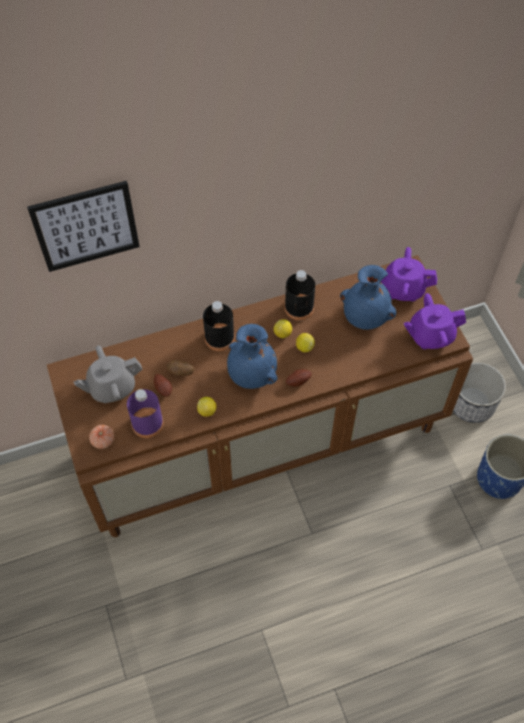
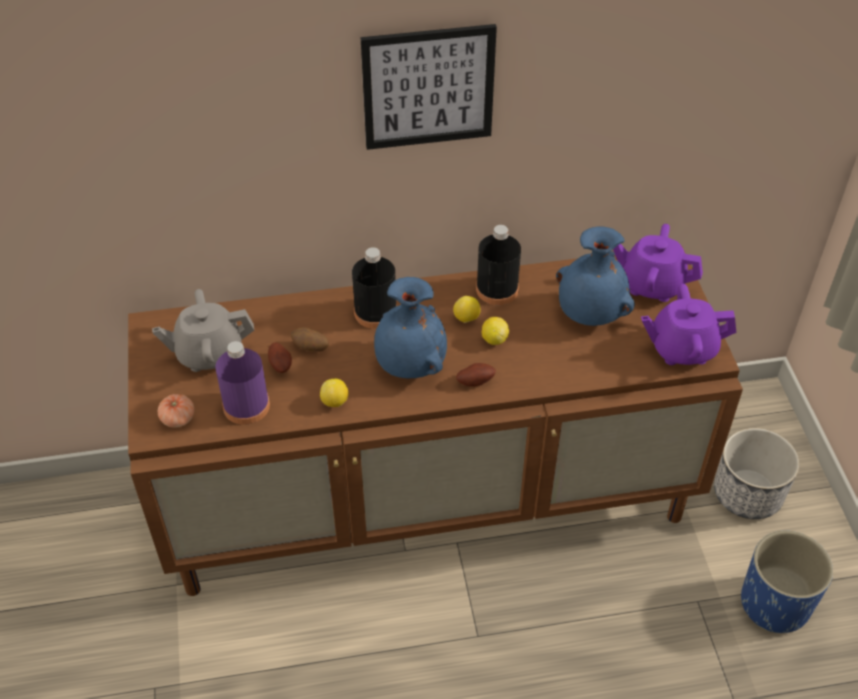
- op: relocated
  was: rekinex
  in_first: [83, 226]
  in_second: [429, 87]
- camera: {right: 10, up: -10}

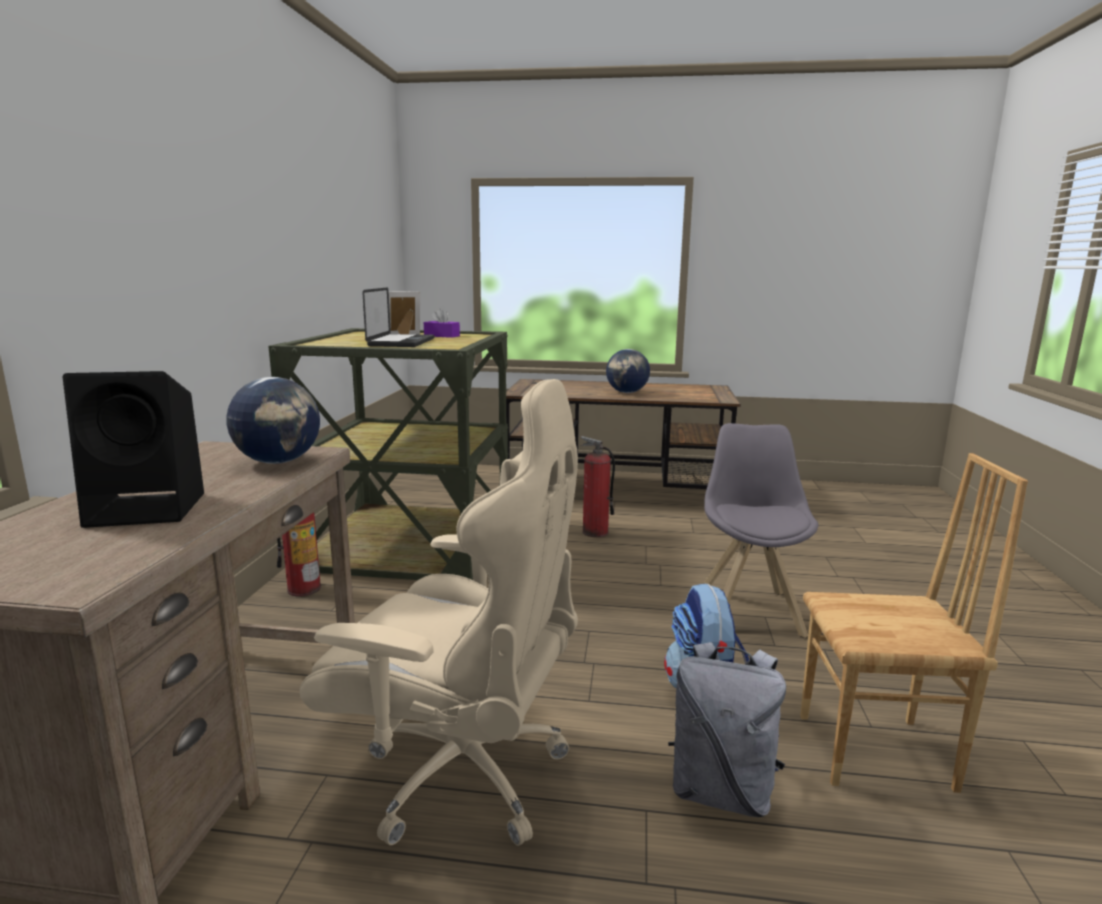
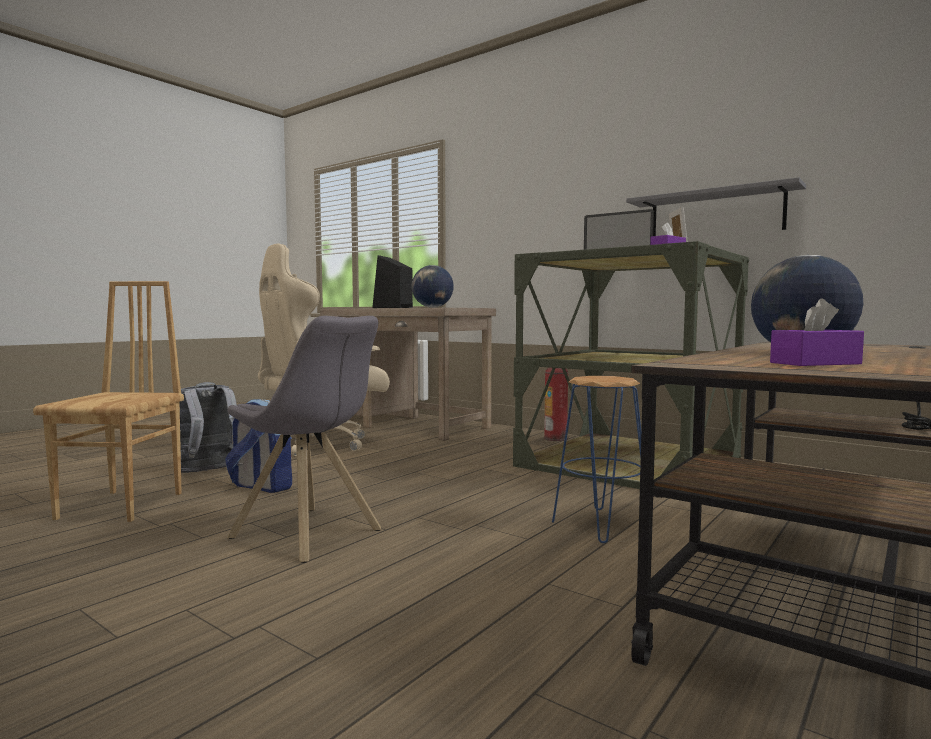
- op: spun
  was: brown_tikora
  in_first: [914, 623]
  in_second: [108, 401]
  clockwise: 150
- op: exchanged
  was: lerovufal
  now: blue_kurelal
  in_first: [597, 486]
  in_second: [596, 459]
- op: appeared
  now: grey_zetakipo
  in_second: [716, 206]
- op: appeared
  now: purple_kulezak
  in_second: [817, 332]
- camera: {right: 120, up: -10}

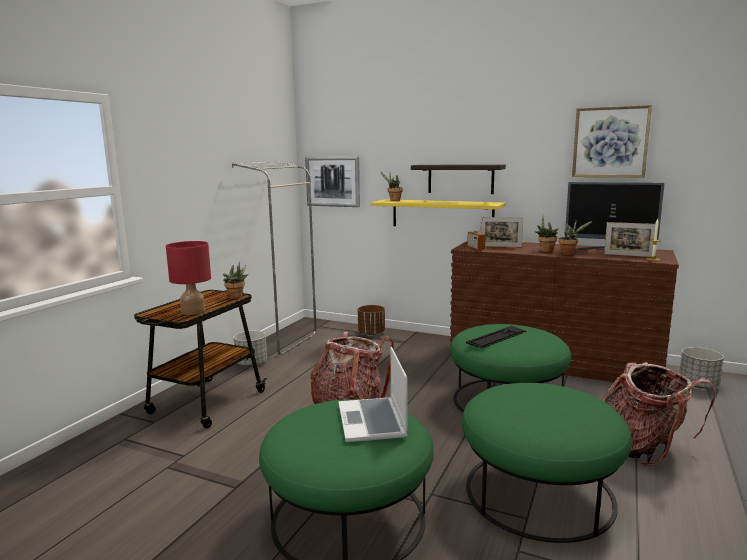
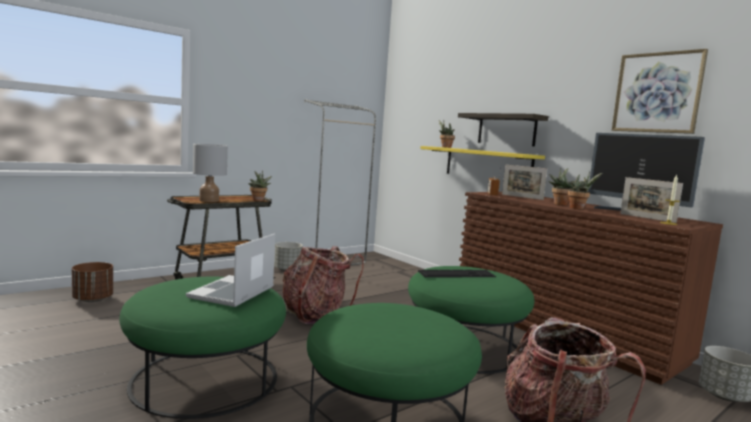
- op: relocated
  was: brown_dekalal
  in_first: [371, 320]
  in_second: [92, 282]
- op: colour
  was: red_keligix
  now: grey_keligix
  in_first: [188, 278]
  in_second: [210, 173]
- op: missing
  was: rekinex
  in_first: [332, 182]
- camera: {right: 25, up: -5}

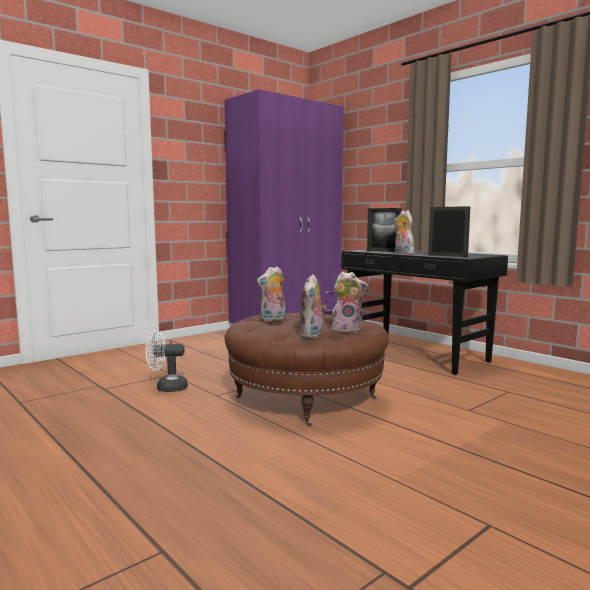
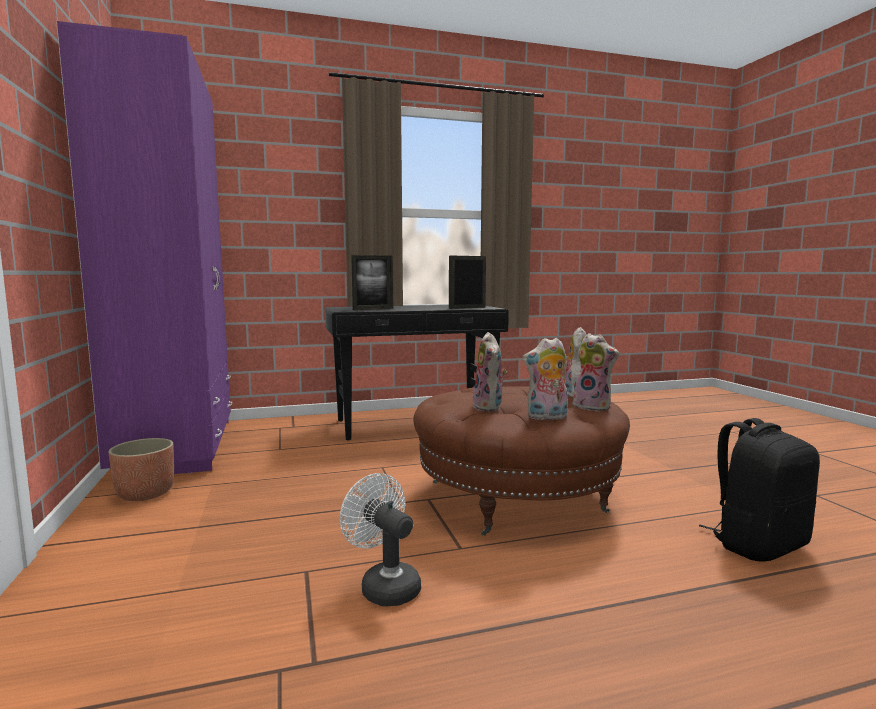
- op: appeared
  now: dekalal
  in_second: [141, 469]
- op: spun
  was: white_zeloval
  in_first: [166, 361]
  in_second: [380, 539]
  clockwise: 120
- op: relocated
  was: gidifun
  in_first: [404, 232]
  in_second: [545, 378]
- op: appeared
  now: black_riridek
  in_second: [759, 490]
- camera: {right: -65, up: 0}

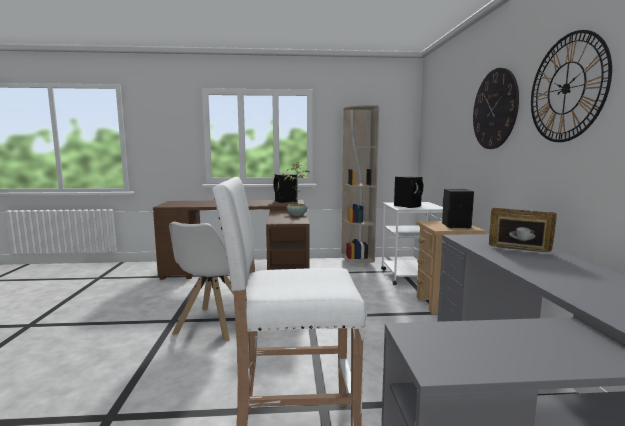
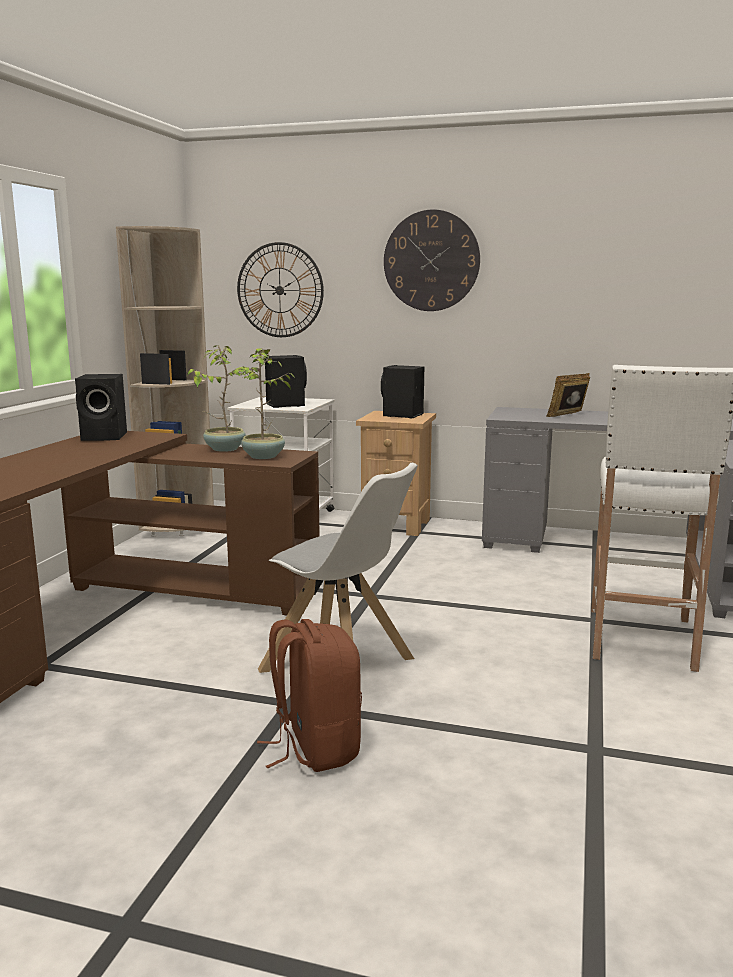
- op: appeared
  now: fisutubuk
  in_second: [264, 403]
- op: relocated
  was: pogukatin
  in_first: [571, 86]
  in_second: [280, 289]
- op: appeared
  now: brown_riridek
  in_second: [309, 695]
- camera: {right: -70, up: 5}

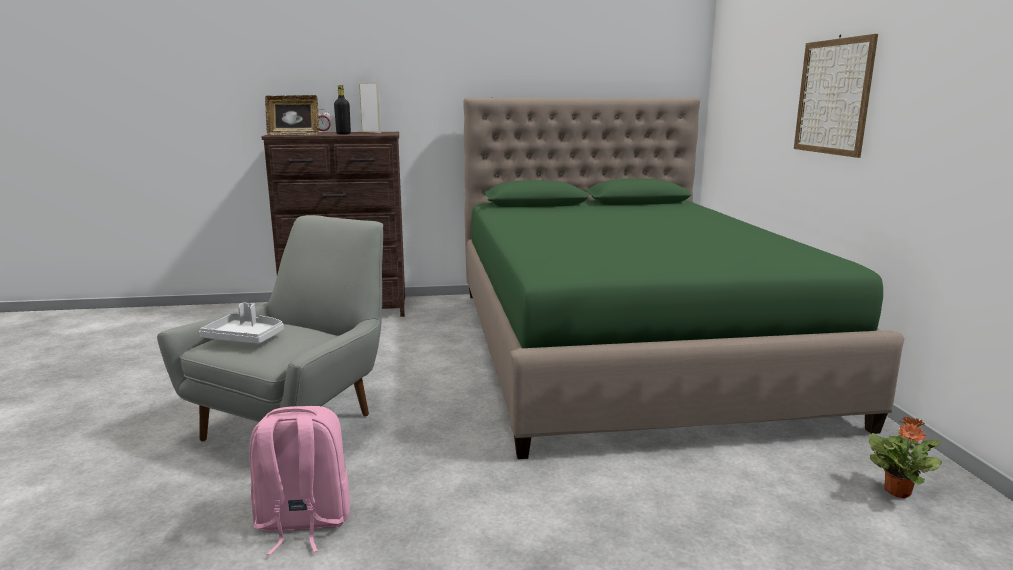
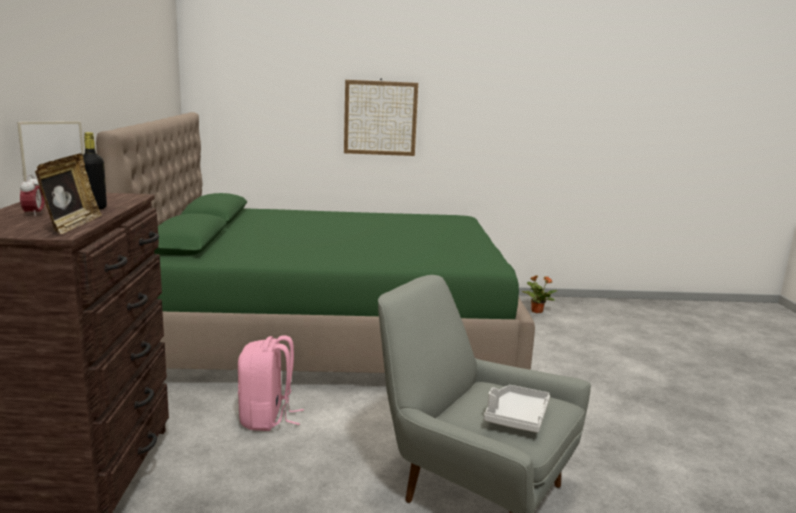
- op: relocated
  was: pink_riridek
  in_first: [299, 480]
  in_second: [271, 383]
- camera: {right: -85, up: 0}

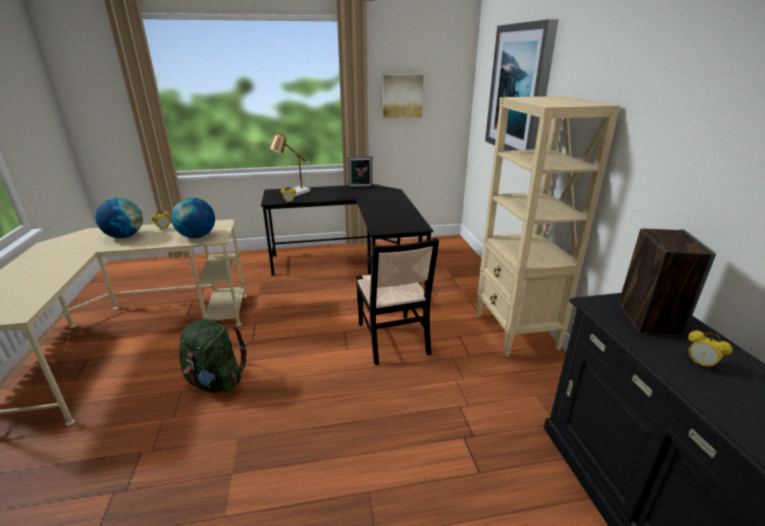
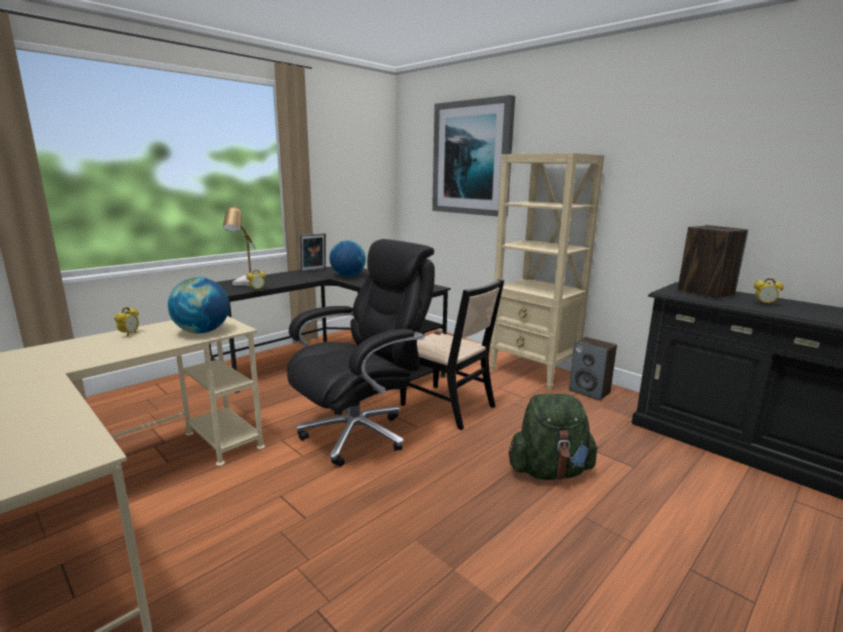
- op: appeared
  now: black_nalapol
  in_second: [361, 352]
- op: relocated
  was: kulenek
  in_first: [119, 218]
  in_second: [347, 258]
- op: relocated
  was: green_riridek
  in_first: [213, 355]
  in_second: [553, 437]
- op: appeared
  now: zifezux
  in_second: [593, 369]
- op: missing
  was: rekinex
  in_first: [403, 96]
- camera: {right: -35, up: -10}

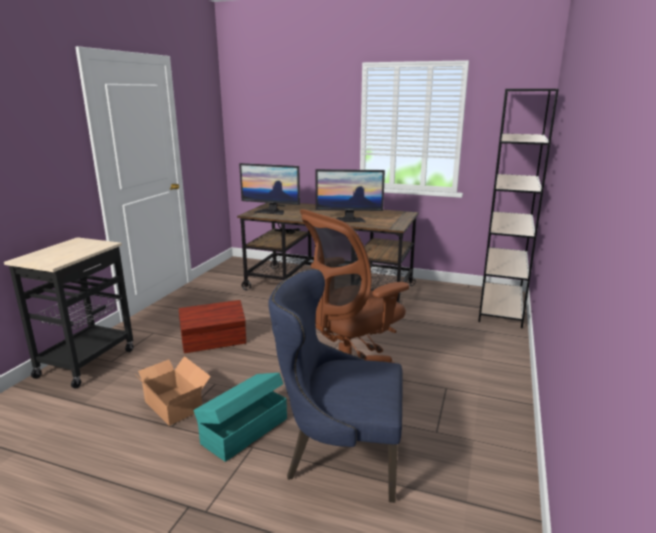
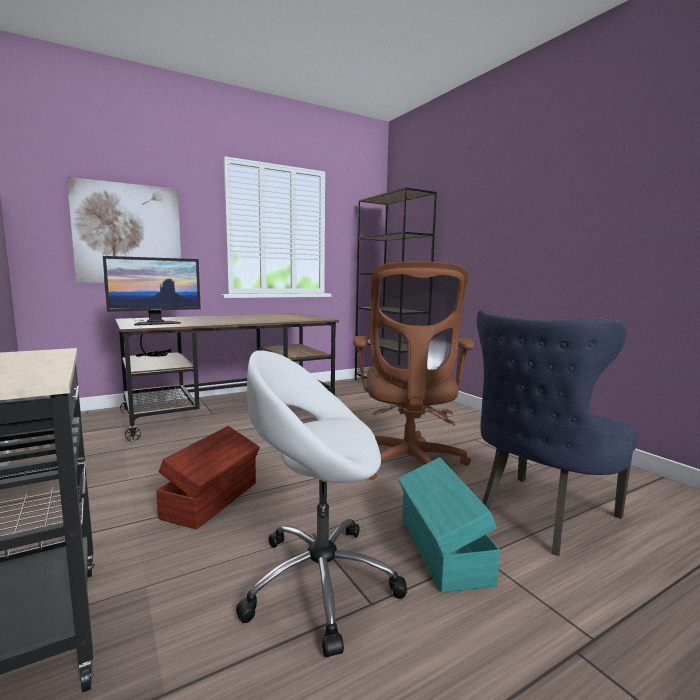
- op: appeared
  now: rekinex
  in_second: [124, 230]
- op: exchanged
  was: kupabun
  now: white_nalapol
  in_first: [172, 391]
  in_second: [321, 503]
- op: missing
  was: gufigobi
  in_first: [350, 195]
- camera: {right: -50, up: -10}

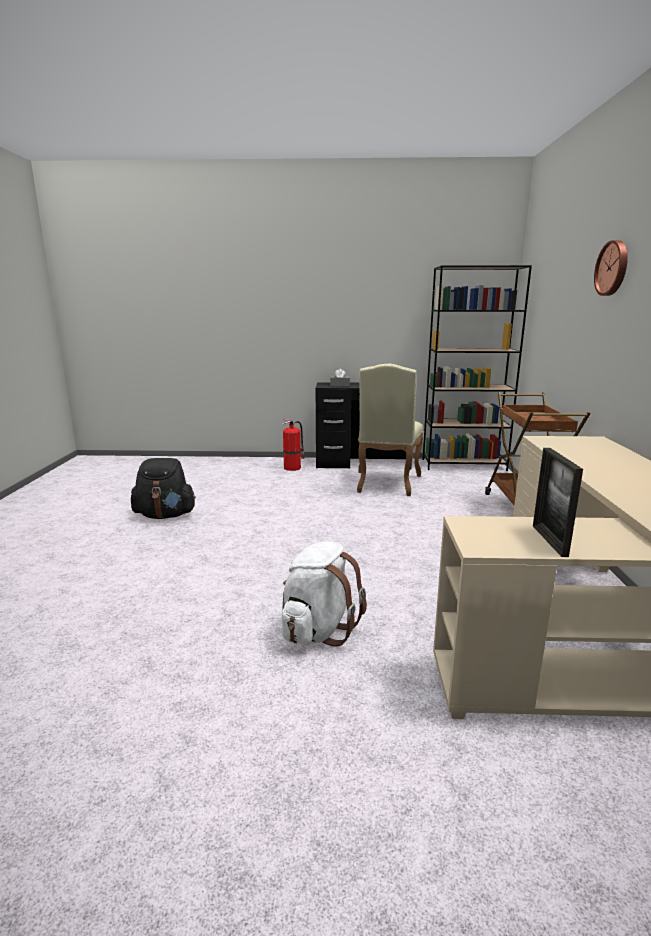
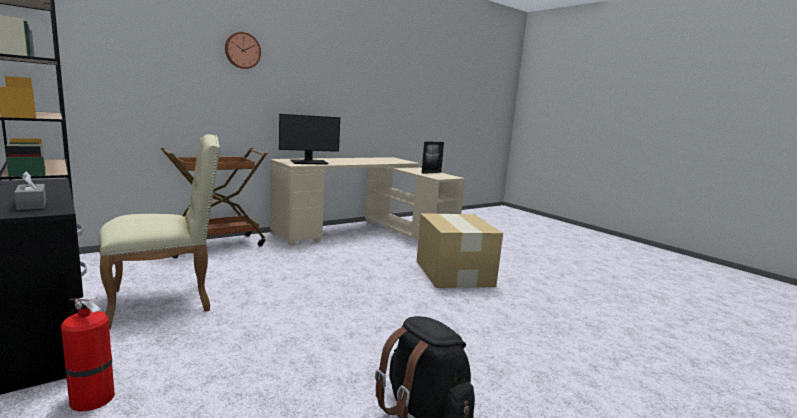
- op: appeared
  now: gufigobi
  in_second: [309, 139]
- op: exchanged
  was: white_riridek
  now: kupabun
  in_first: [324, 594]
  in_second: [460, 250]
- camera: {right: -130, up: -5}

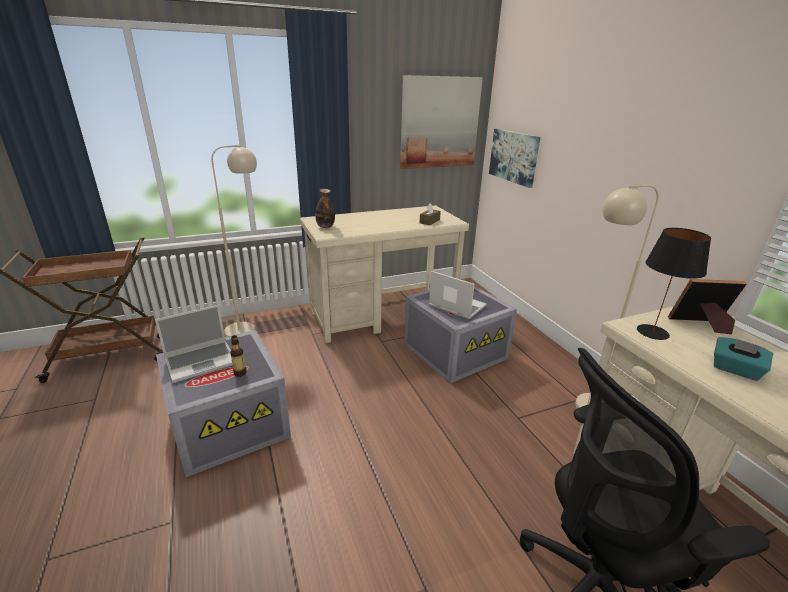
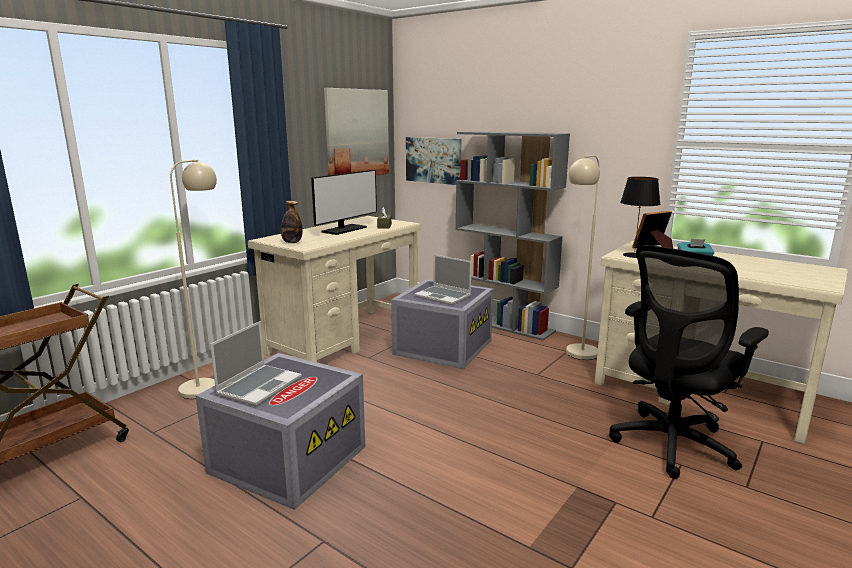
- op: appeared
  now: gufigobi
  in_second: [344, 202]
- op: spun
  was: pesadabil
  in_first: [458, 295]
  in_second: [443, 280]
  clockwise: -150
- op: appeared
  now: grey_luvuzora
  in_second: [513, 236]
- op: missing
  was: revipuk
  in_first: [238, 356]
- camera: {right: -30, up: -10}

